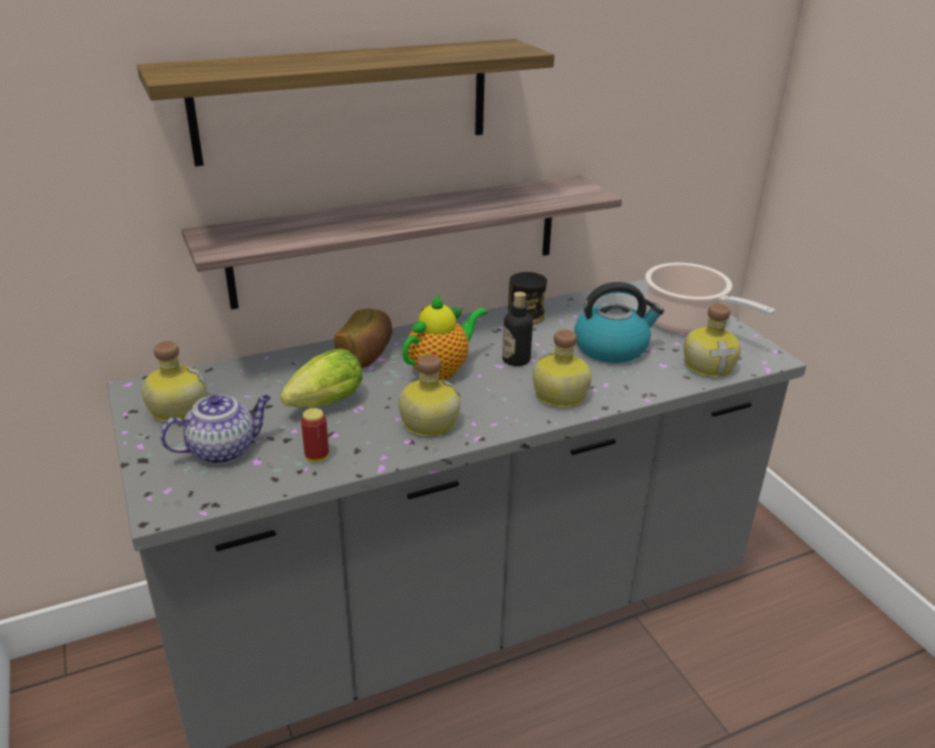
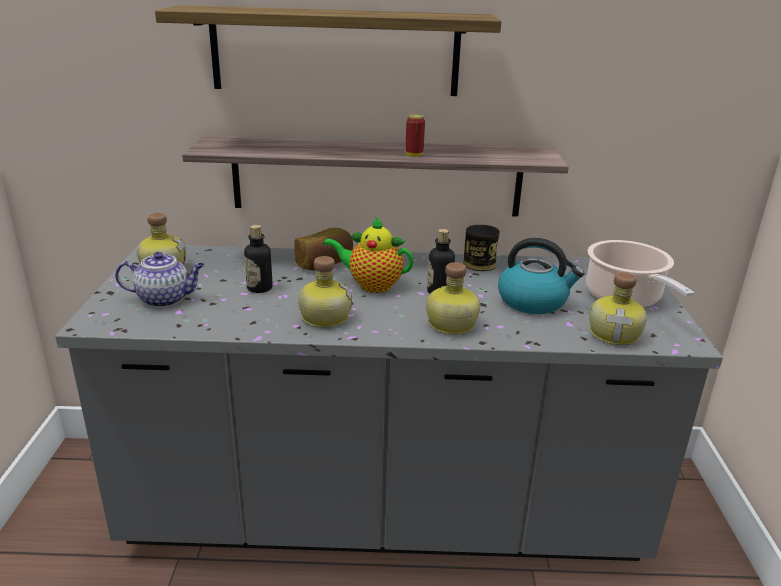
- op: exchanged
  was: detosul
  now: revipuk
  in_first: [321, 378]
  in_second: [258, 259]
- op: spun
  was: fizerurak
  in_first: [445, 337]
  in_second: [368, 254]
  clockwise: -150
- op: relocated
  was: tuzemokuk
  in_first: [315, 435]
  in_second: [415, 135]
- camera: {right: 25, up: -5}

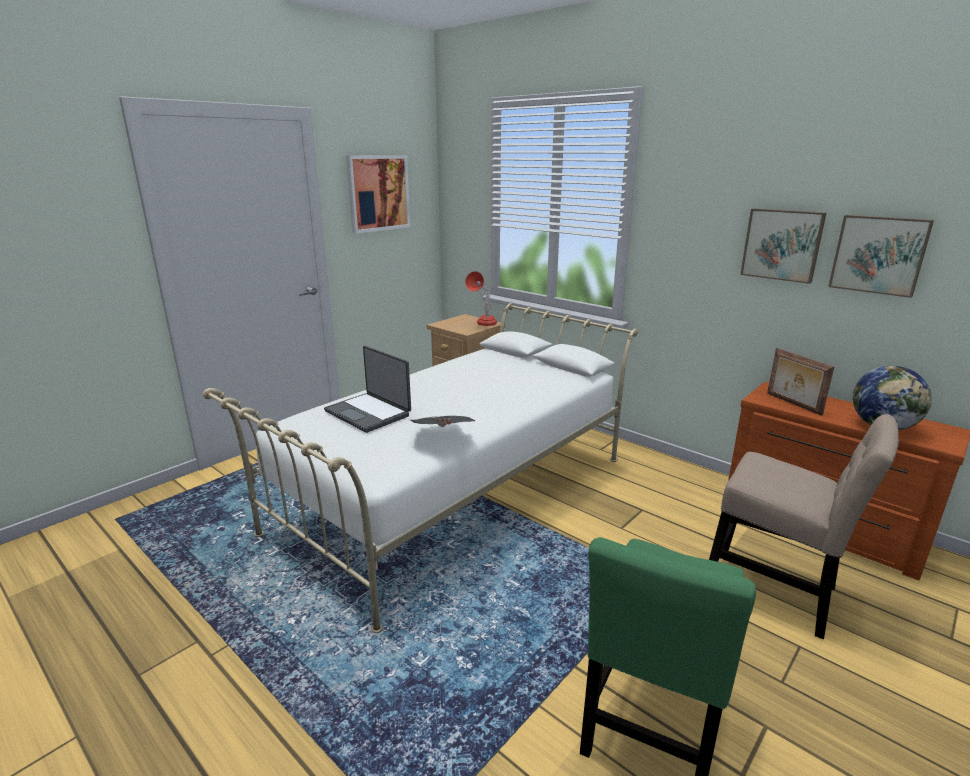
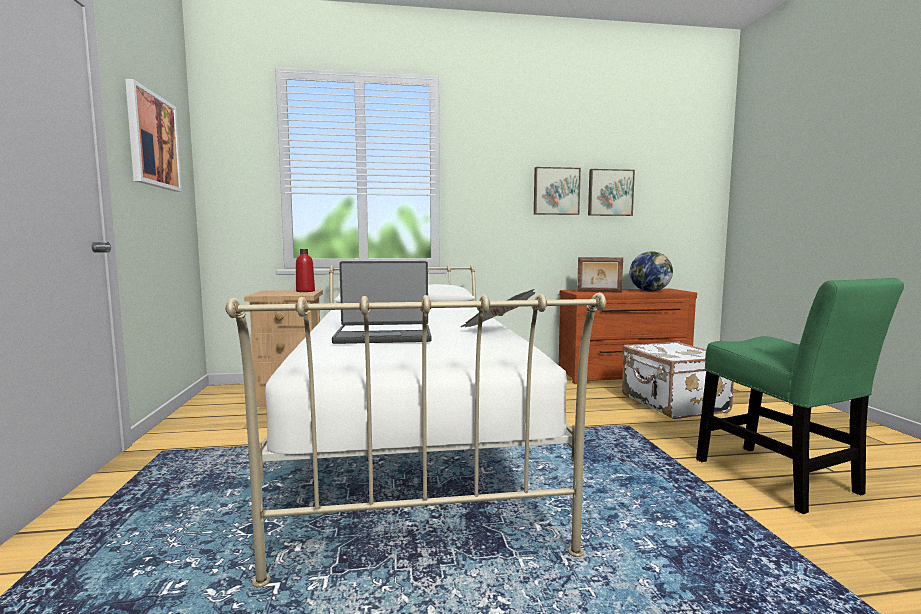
- op: exchanged
  was: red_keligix
  now: red_revipuk
  in_first: [481, 298]
  in_second: [305, 270]
- op: exchanged
  was: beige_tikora
  now: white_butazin
  in_first: [804, 526]
  in_second: [678, 380]
- camera: {right: -50, up: -15}

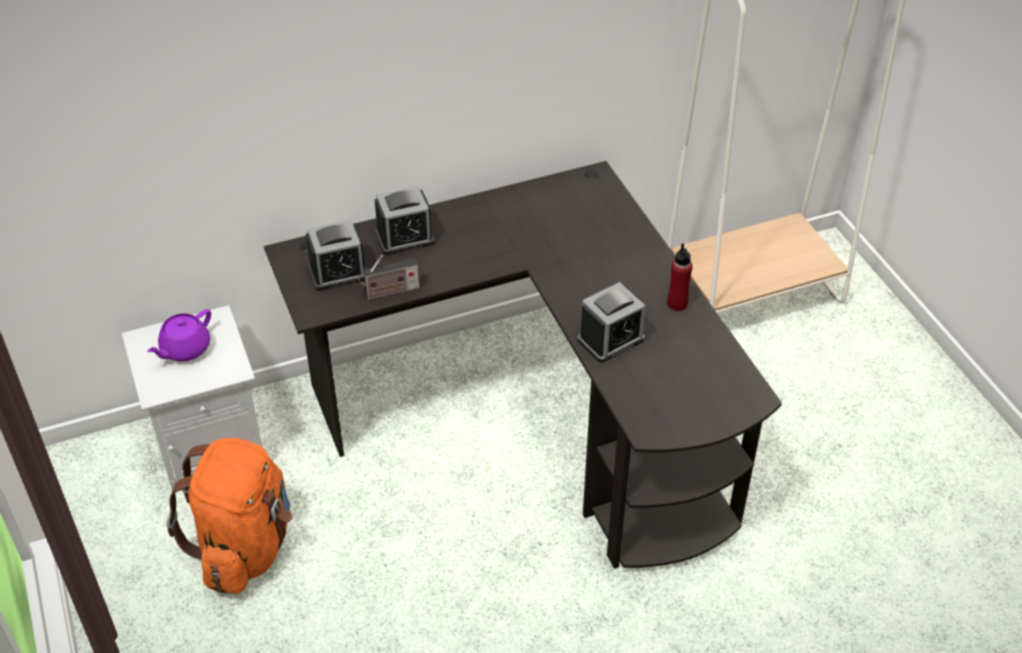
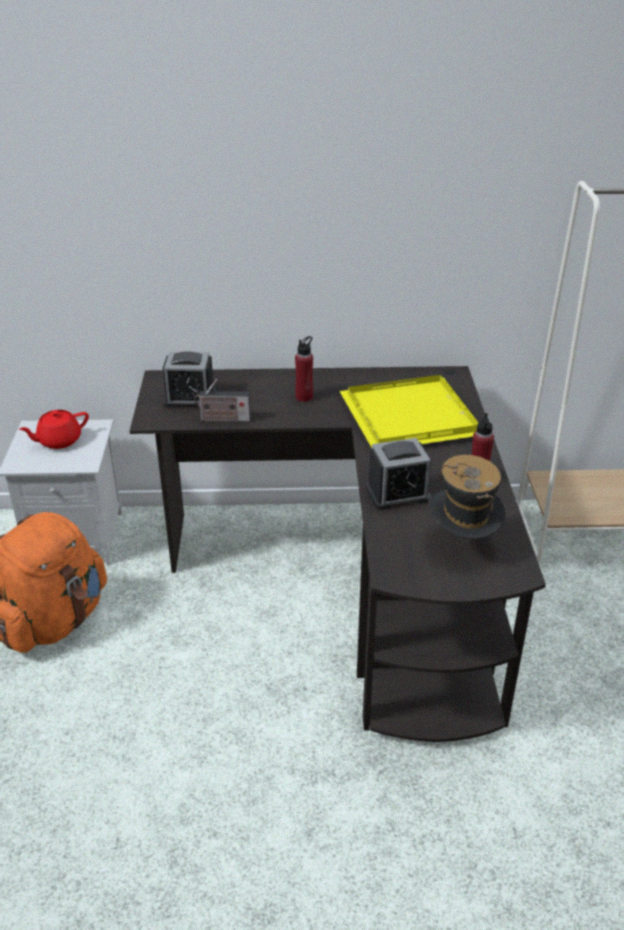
- op: colour
  was: purple_fizerurak
  now: red_fizerurak
  in_first: [179, 335]
  in_second: [54, 429]
- op: appeared
  now: red_revipuk
  in_second: [304, 369]
- op: appeared
  now: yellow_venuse
  in_second: [409, 411]
- op: appeared
  now: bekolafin
  in_second: [467, 497]
- op: missing
  was: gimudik
  in_first: [405, 220]
- camera: {right: 20, up: -10}

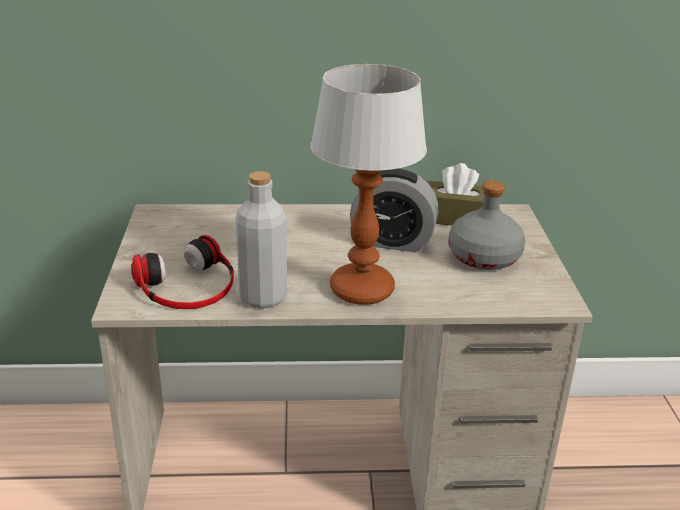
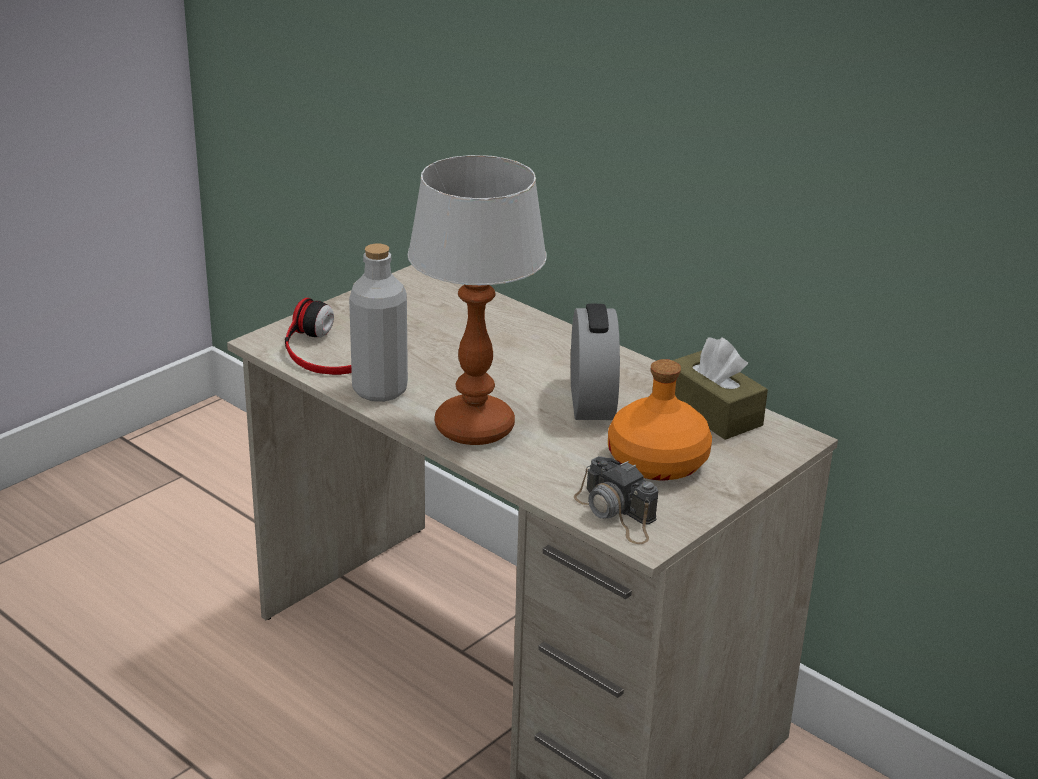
- op: spun
  was: gimudik
  in_first: [394, 210]
  in_second: [595, 362]
  clockwise: -150
- op: appeared
  now: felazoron
  in_second: [616, 500]
- op: colour
  was: grey_revipuk
  now: orange_revipuk
  in_first: [487, 225]
  in_second: [660, 419]
- camera: {right: 45, up: 0}

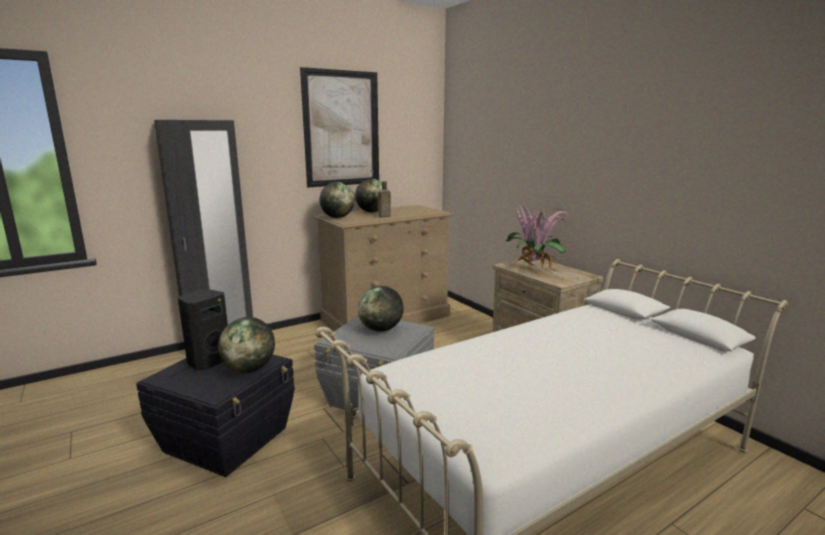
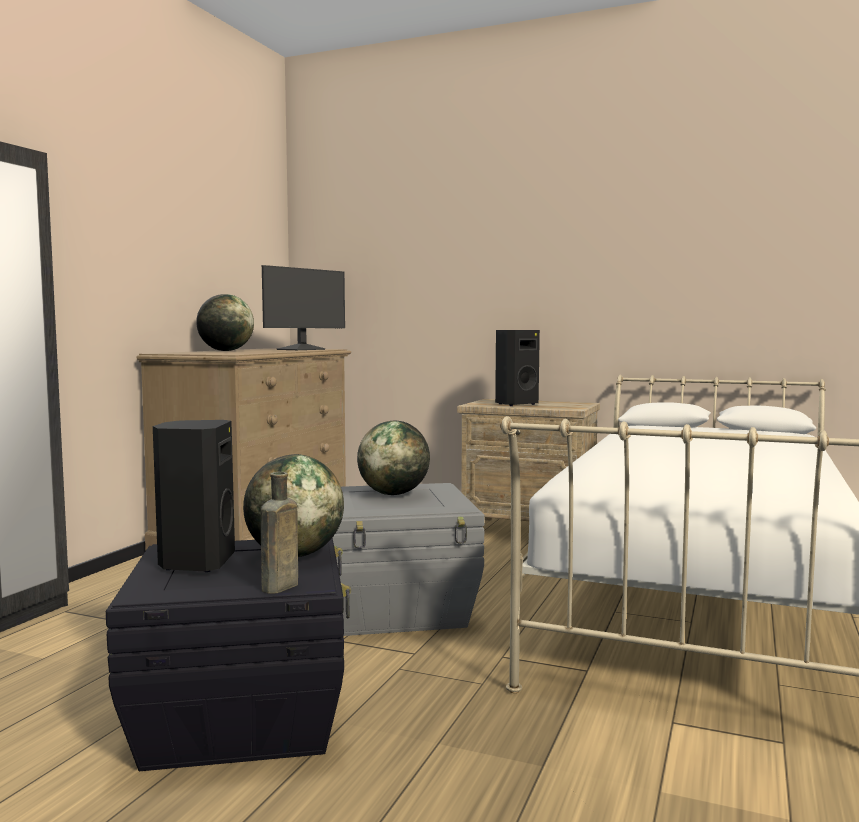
- op: relocated
  was: brown_revipuk
  in_first: [384, 199]
  in_second: [279, 533]
- op: appeared
  now: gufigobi
  in_second: [303, 307]
- op: exchanged
  was: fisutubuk
  now: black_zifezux
  in_first: [538, 239]
  in_second: [517, 368]
- op: missing
  was: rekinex
  in_first: [339, 127]
- op: missing
  was: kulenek
  in_first: [336, 200]
- camera: {right: -35, up: -10}

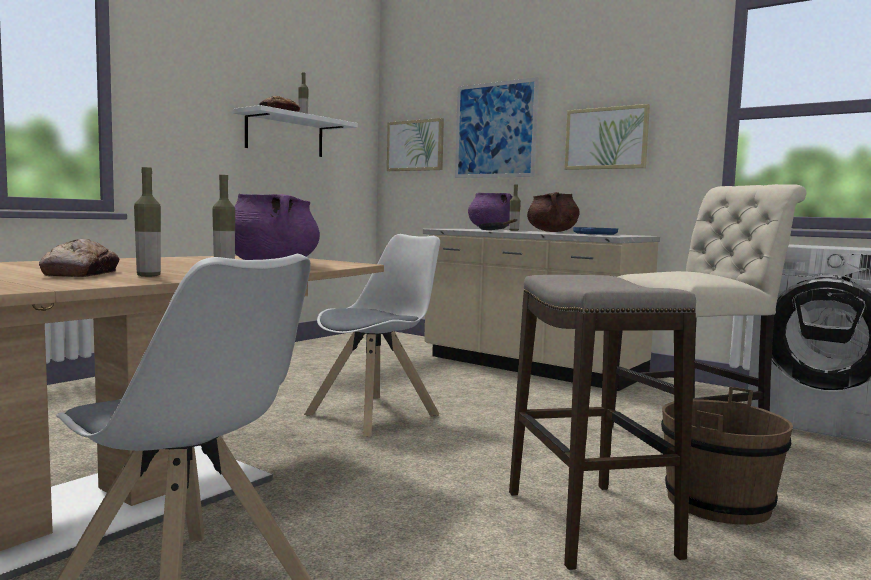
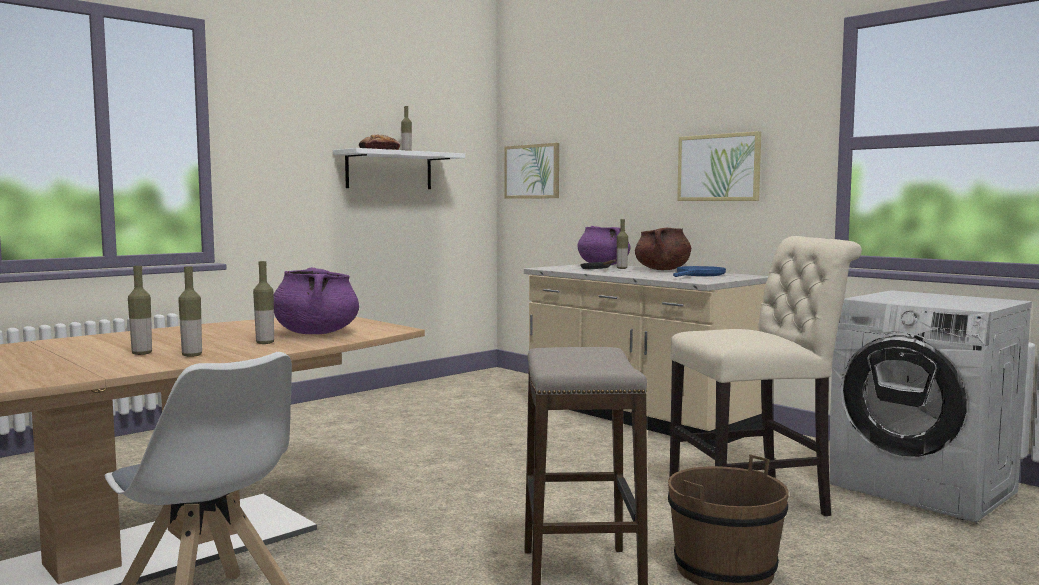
- op: exchanged
  was: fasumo
  now: revipuk
  in_first: [79, 258]
  in_second: [140, 310]
- op: missing
  was: tikora
  in_first: [372, 335]
- op: missing
  was: rekinex
  in_first: [497, 127]
- camera: {right: 10, up: 0}

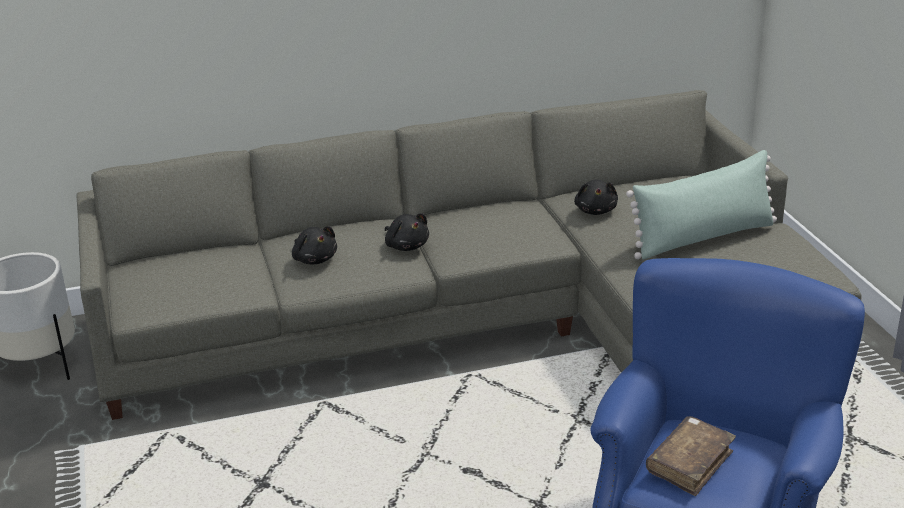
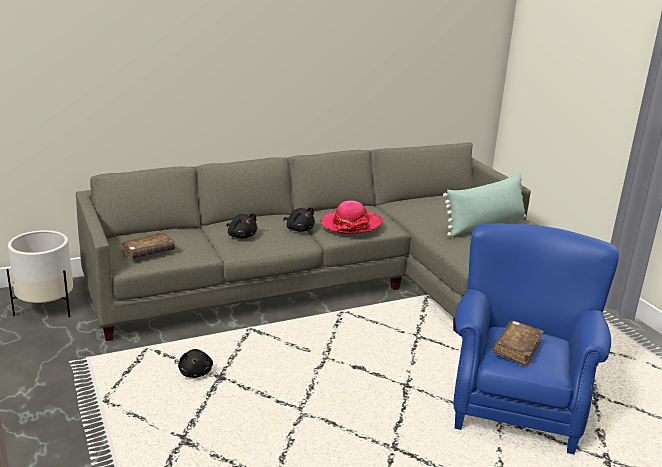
- op: appeared
  now: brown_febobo
  in_second: [147, 245]
- op: relocated
  was: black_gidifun
  in_first: [596, 197]
  in_second: [195, 363]
- op: appeared
  now: bekolafin
  in_second: [352, 217]
- camera: {right: -10, up: -5}

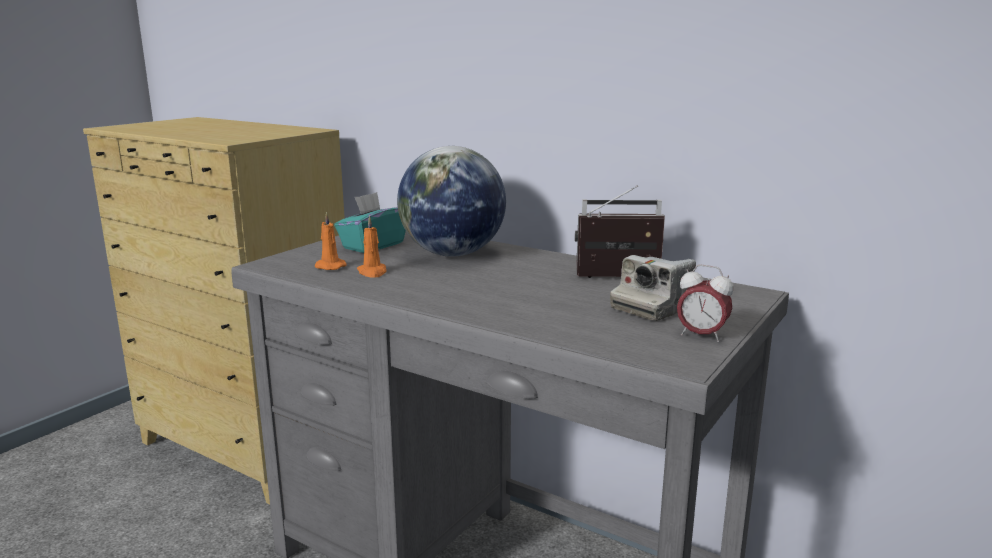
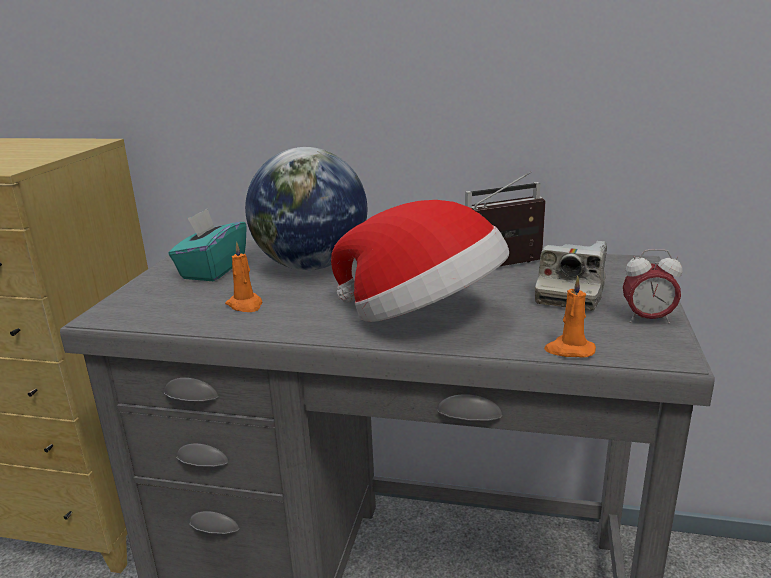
- op: appeared
  now: bekolafin
  in_second: [420, 261]
- op: relocated
  was: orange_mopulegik
  in_first: [331, 241]
  in_second: [570, 317]
- camera: {right: -20, up: 5}

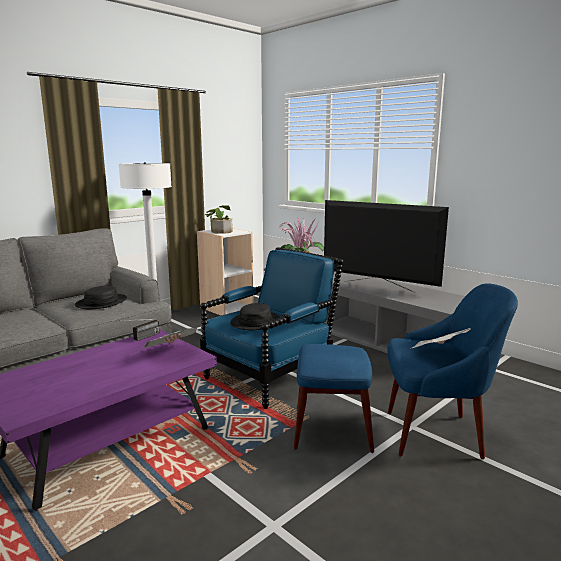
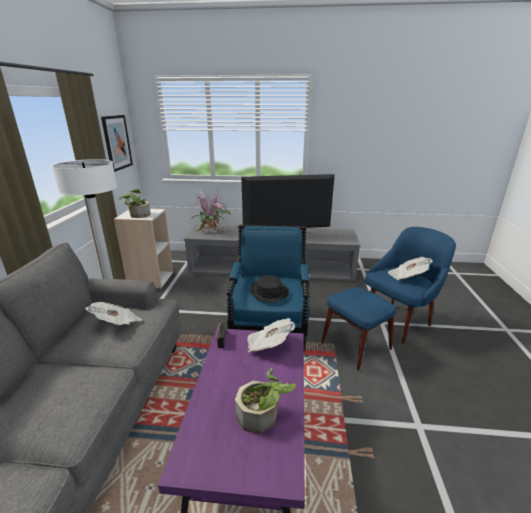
- op: exchanged
  was: black_bekolafin
  now: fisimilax
  in_first: [101, 297]
  in_second: [113, 313]
- op: appeared
  now: rekinex
  in_second: [117, 143]
- op: appeared
  now: fisutubuk
  in_second: [265, 401]
- camera: {right: -40, up: 10}

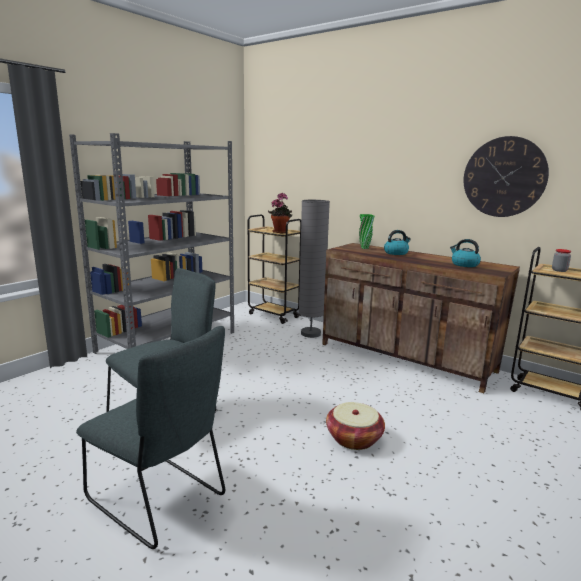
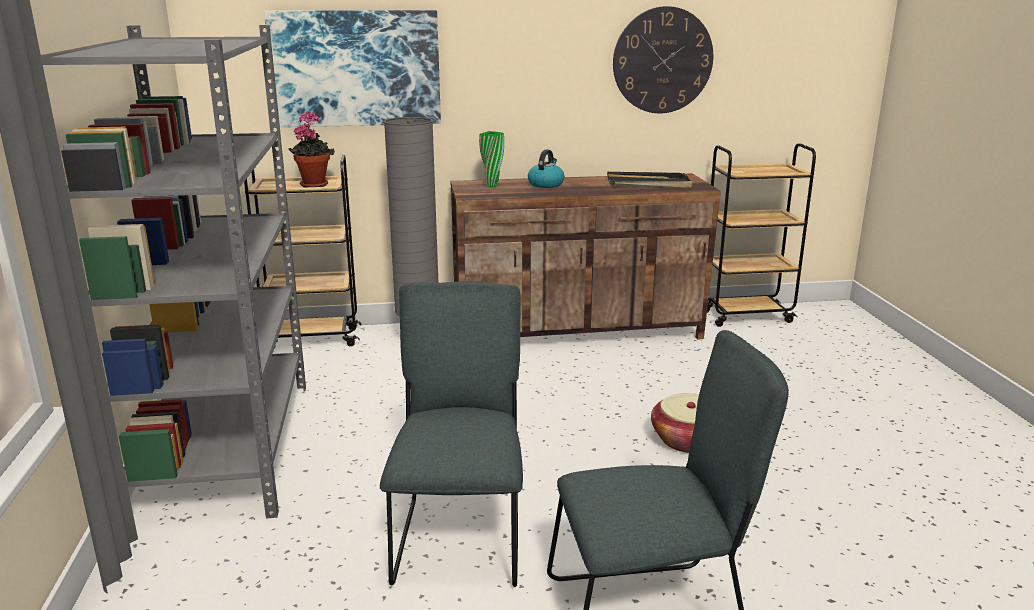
- op: appeared
  now: rekinex
  in_second: [352, 68]
- op: exchanged
  was: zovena
  now: black_venuse
  in_first: [465, 253]
  in_second: [649, 180]
- op: missing
  was: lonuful
  in_first: [561, 260]
- camera: {right: -45, up: 5}

